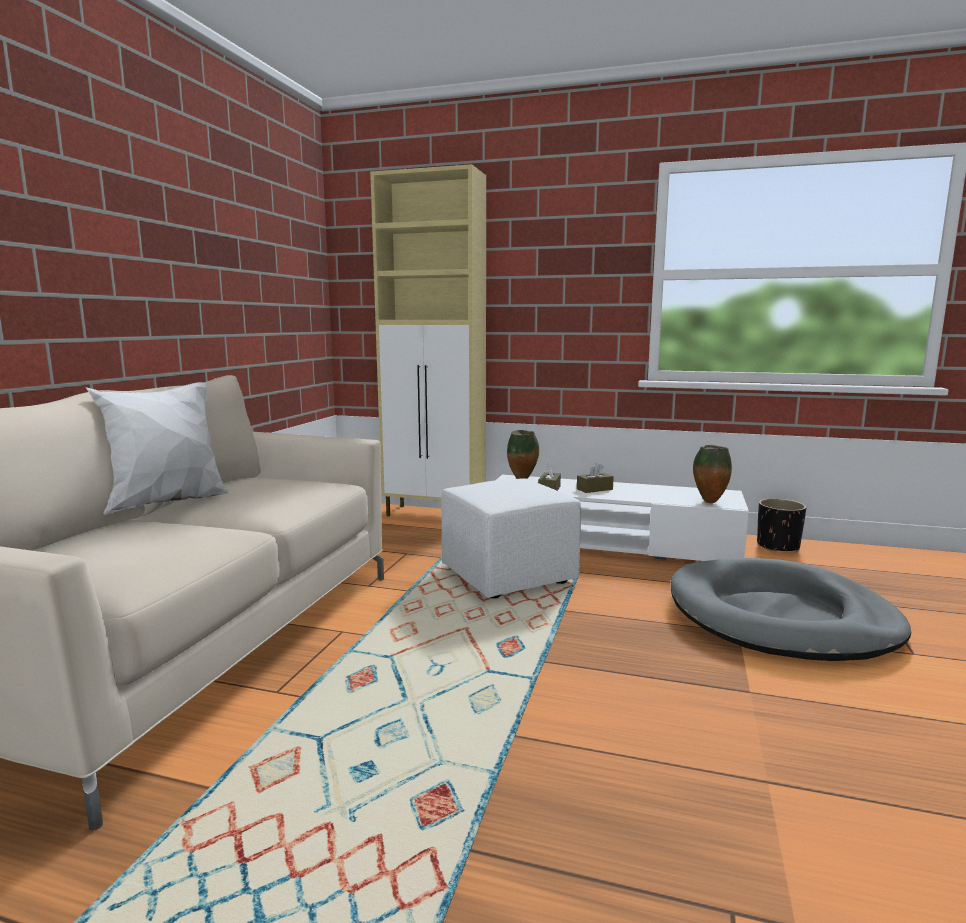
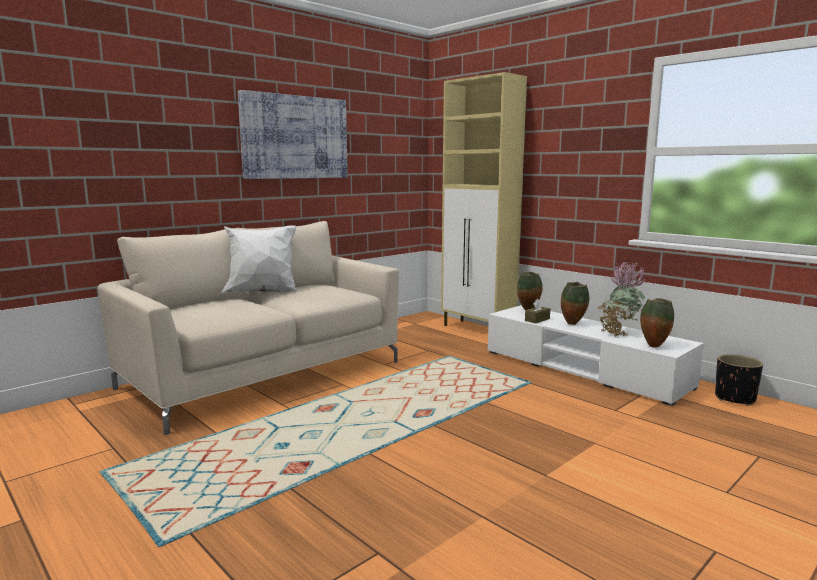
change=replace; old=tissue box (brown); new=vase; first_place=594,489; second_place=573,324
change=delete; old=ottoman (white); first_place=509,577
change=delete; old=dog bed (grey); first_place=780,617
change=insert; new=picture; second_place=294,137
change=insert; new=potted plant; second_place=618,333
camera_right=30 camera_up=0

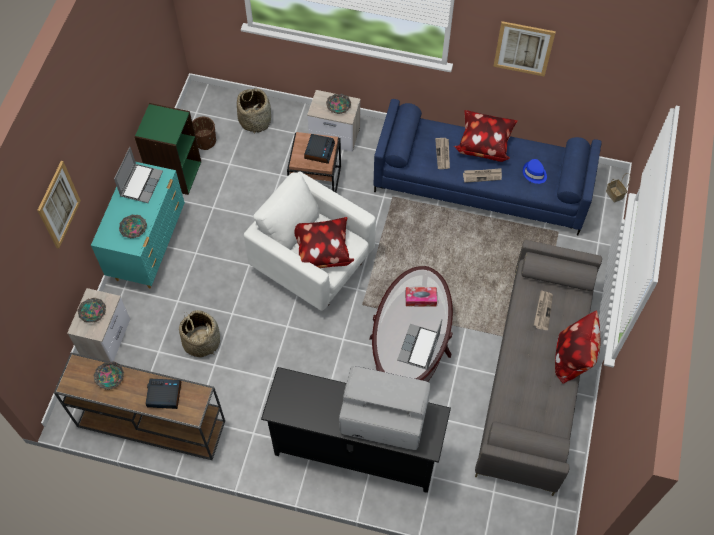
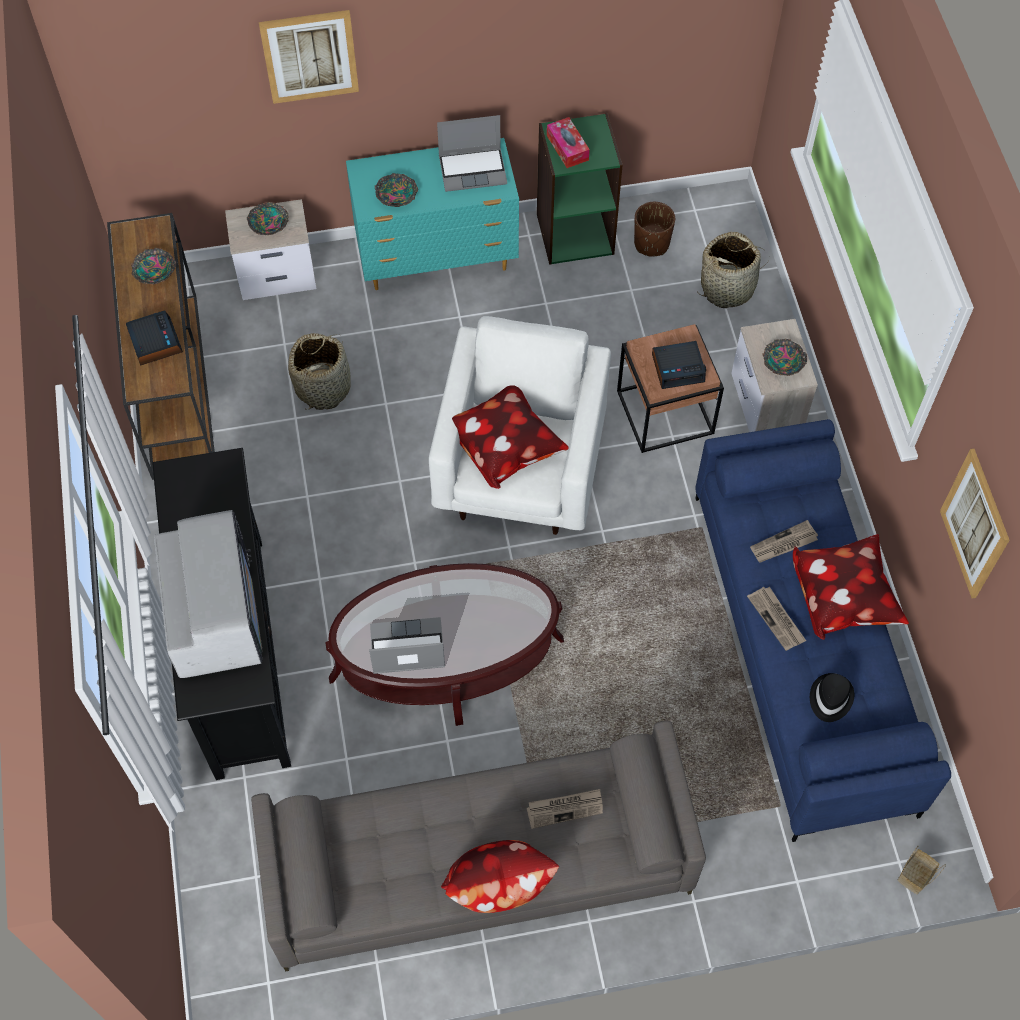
change=recolor; old=hat (blue); new=hat (black); first_place=534,173; second_place=830,698
change=move; old=tissue box; first_place=420,299; second_place=567,148
camera_right=65 camera_up=0

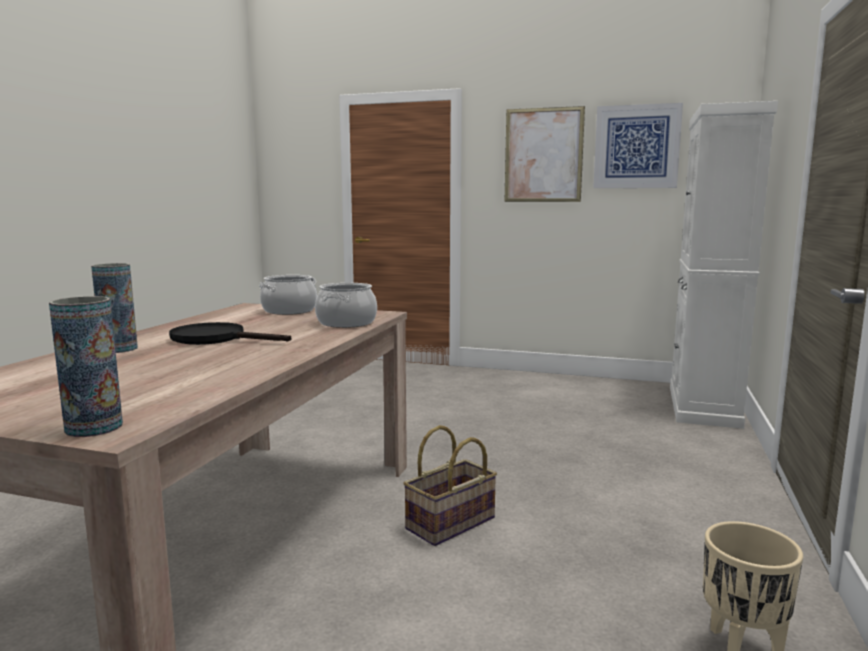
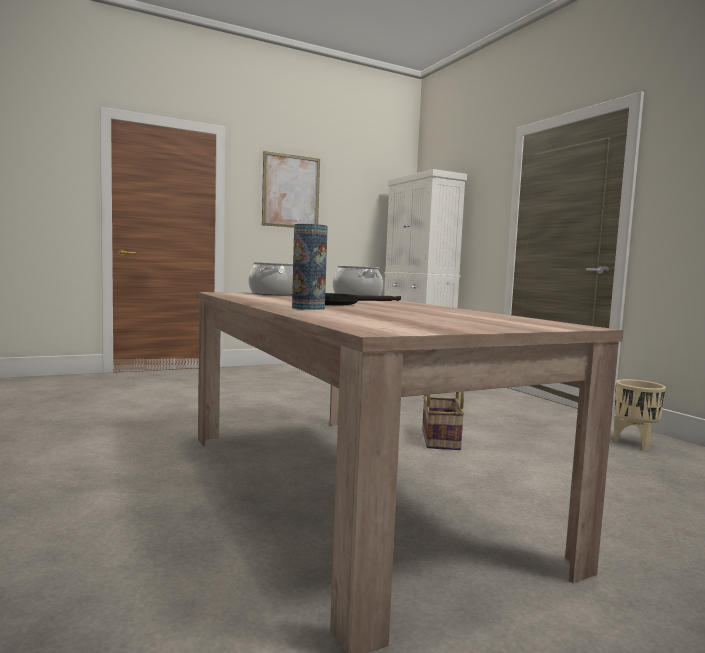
change=delete; old=picture; first_place=636,147
change=delete; old=vase; first_place=94,427
camera_right=-45 camera_up=-5

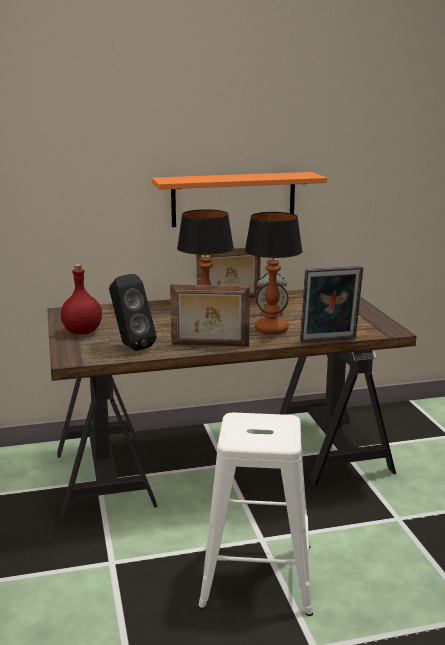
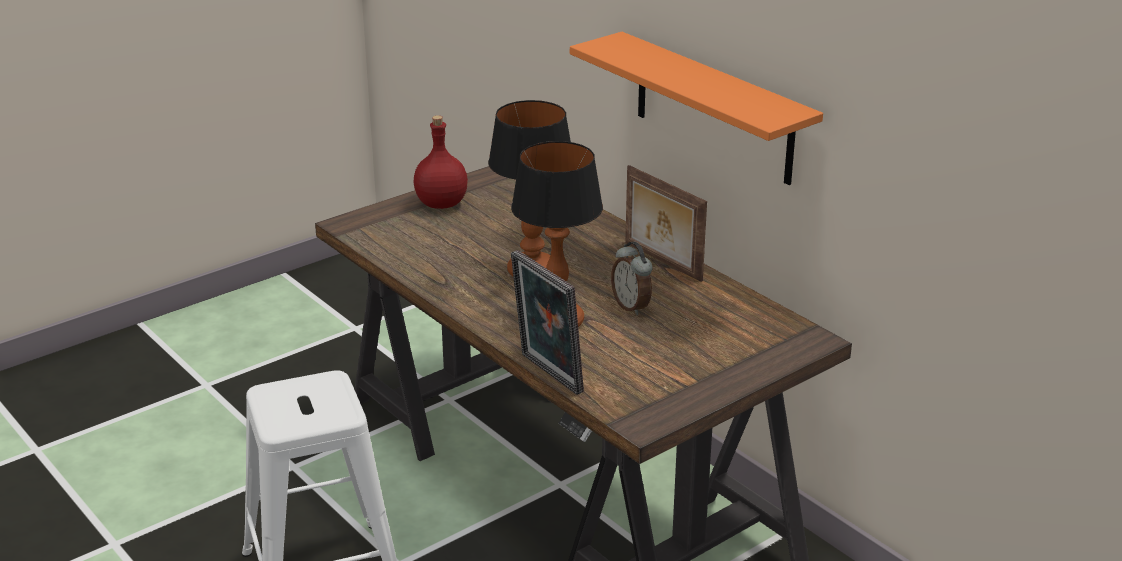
change=delete; old=speaker (black); first_place=130,346
change=delete; old=picture frame; first_place=210,345
camera_right=65 camera_up=10

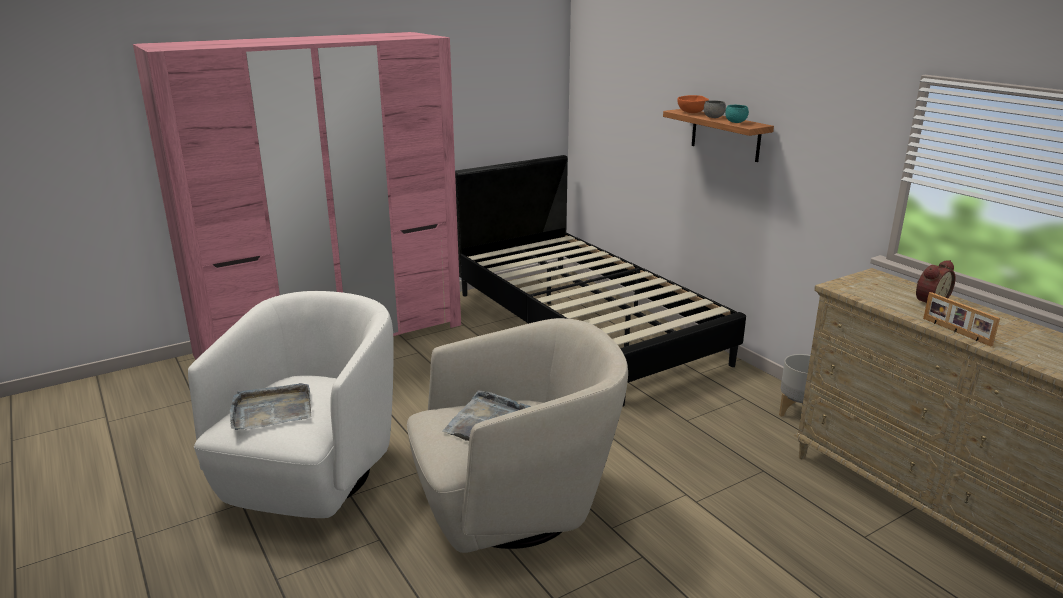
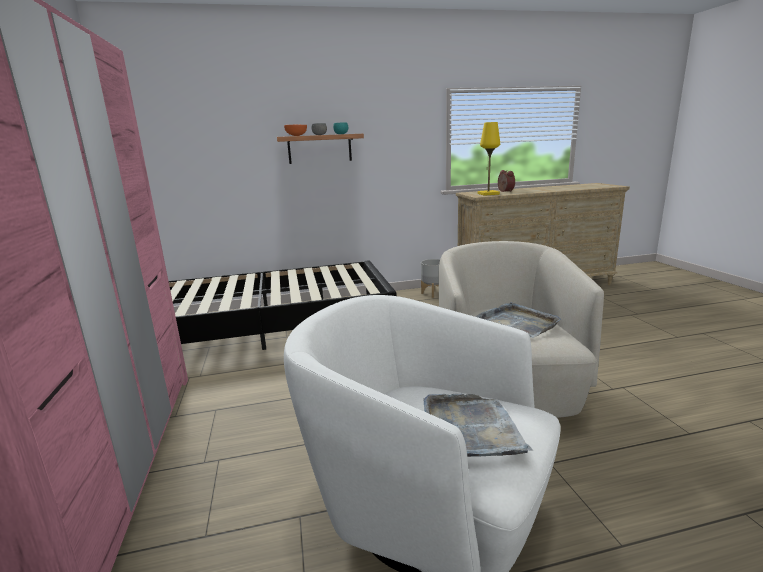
change=delete; old=picture frame; first_place=955,332
change=insert; new=table lamp (yellow); second_place=488,194
camera_right=-70 camera_up=-5

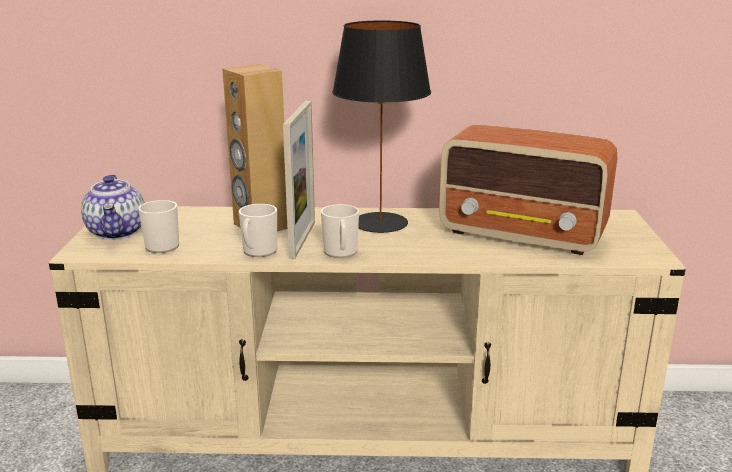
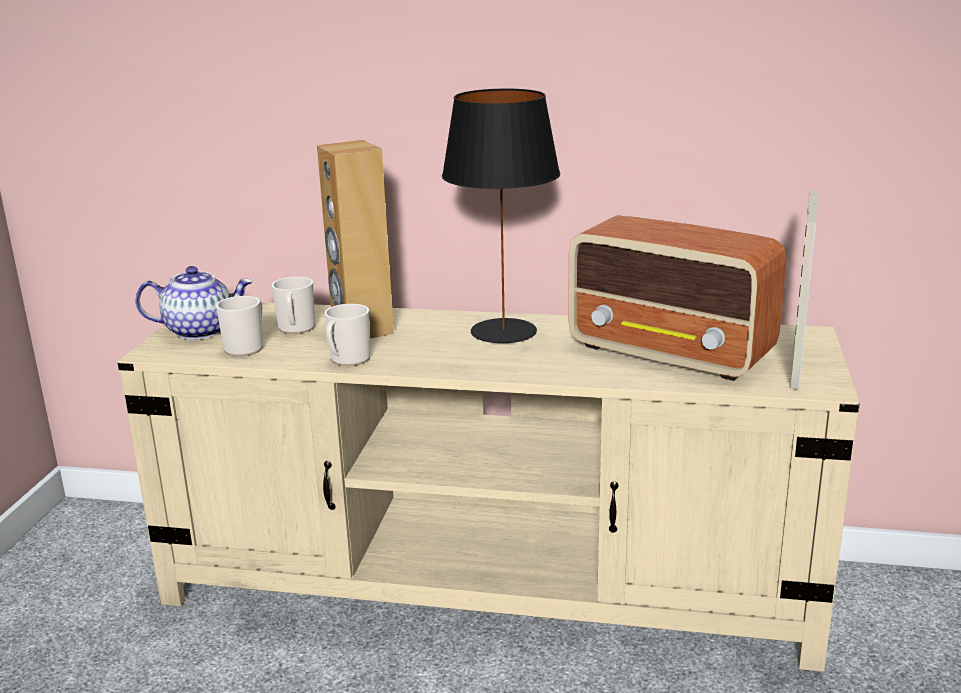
change=move; old=picture frame; first_place=302,239; second_place=796,365
change=rotate; old=teapot; first_place=118,232; second_place=200,330; degrees=-90
change=move; old=mug; first_place=341,253; second_place=296,329
camera_right=10 camera_up=0

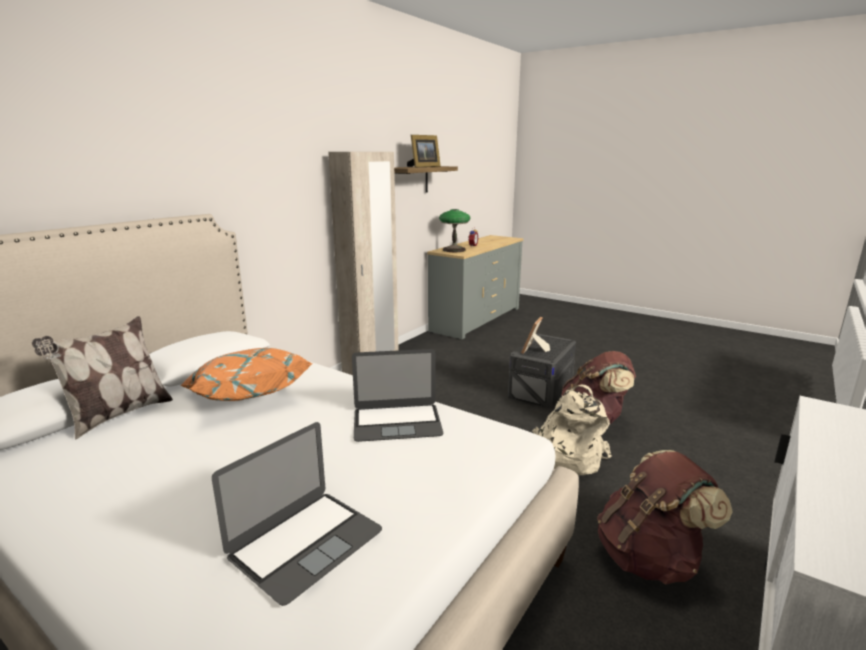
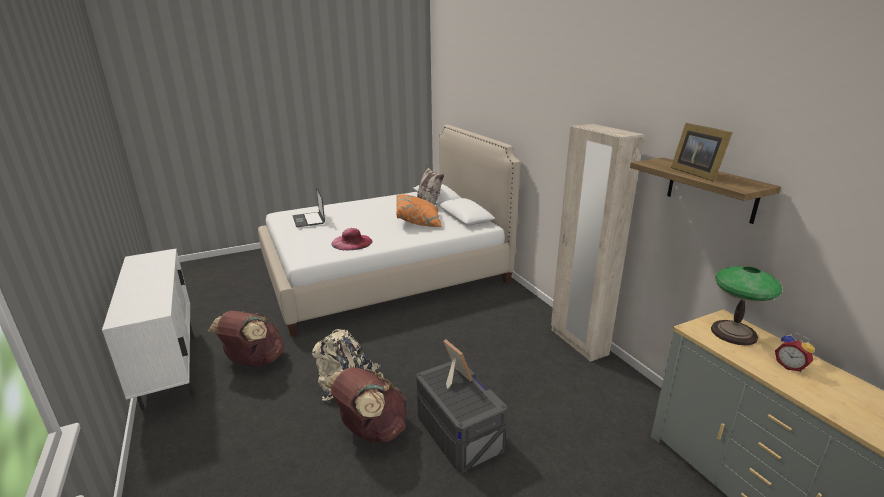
change=replace; old=laptop; new=hat (pink); first_place=397,422; second_place=352,242
camera_right=120 camera_up=5

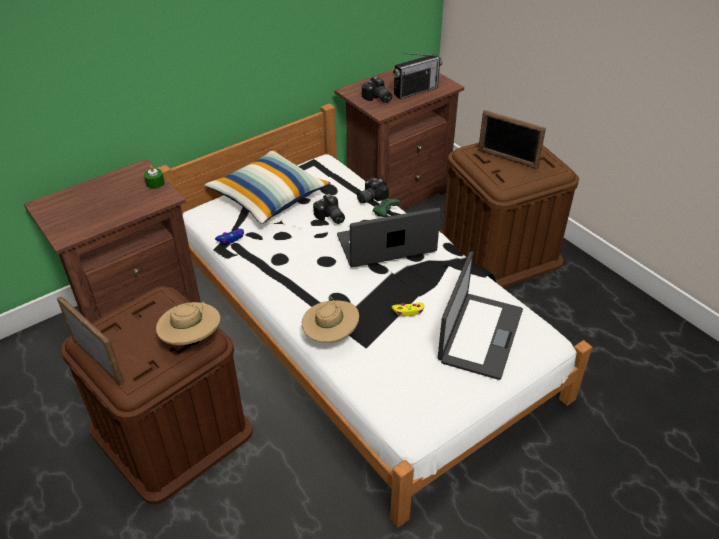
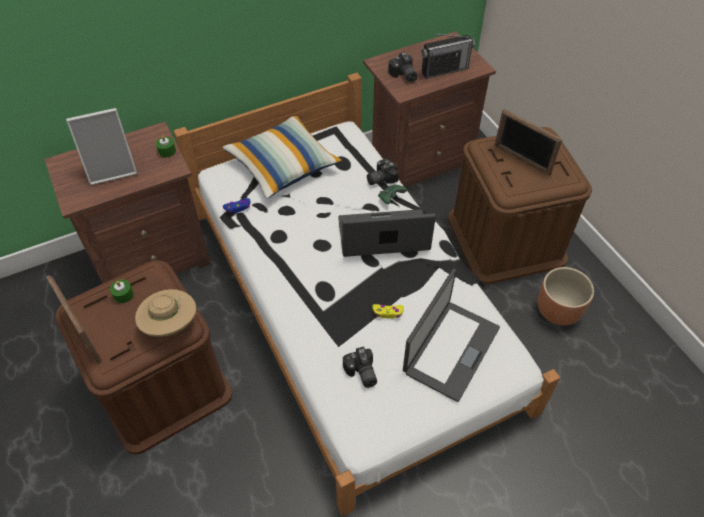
change=move; old=photo camera; first_place=330,217; second_place=361,373
change=delete; old=hat (beige); first_place=330,335
change=insert; new=picture frame; second_place=112,168
change=insert; new=planter (brown); second_place=558,311
change=insert; new=candle (green); second_place=123,295
camera_right=10 camera_up=10

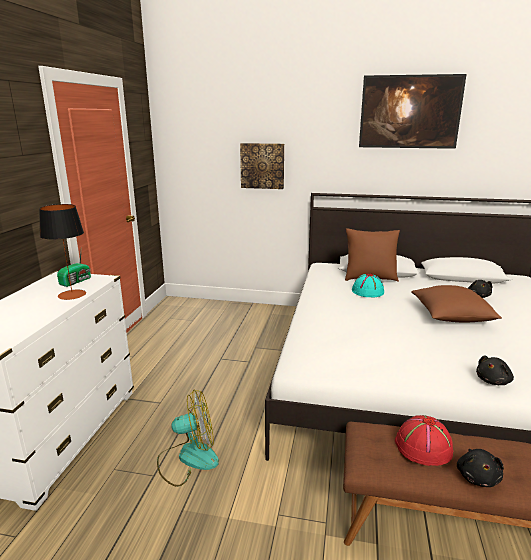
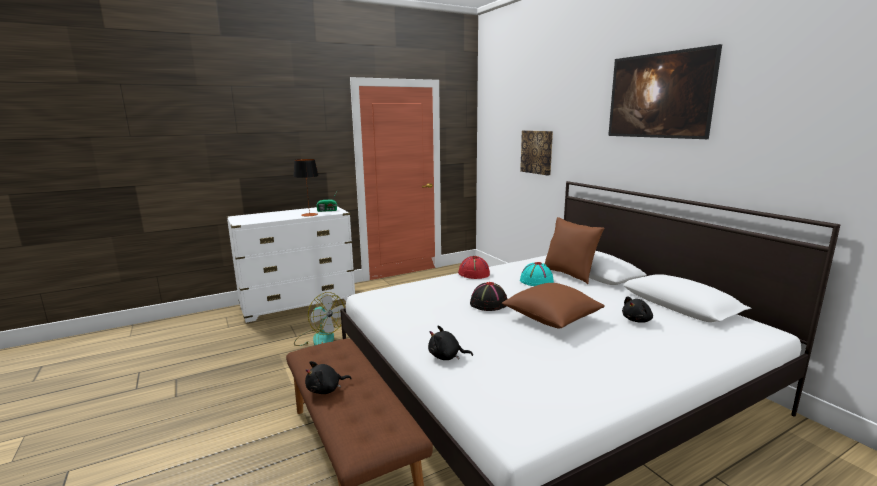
change=move; old=hat (red); first_place=423,447; second_place=473,274
change=insert; new=hat (black); second_place=488,304
camera_right=50 camera_up=-5

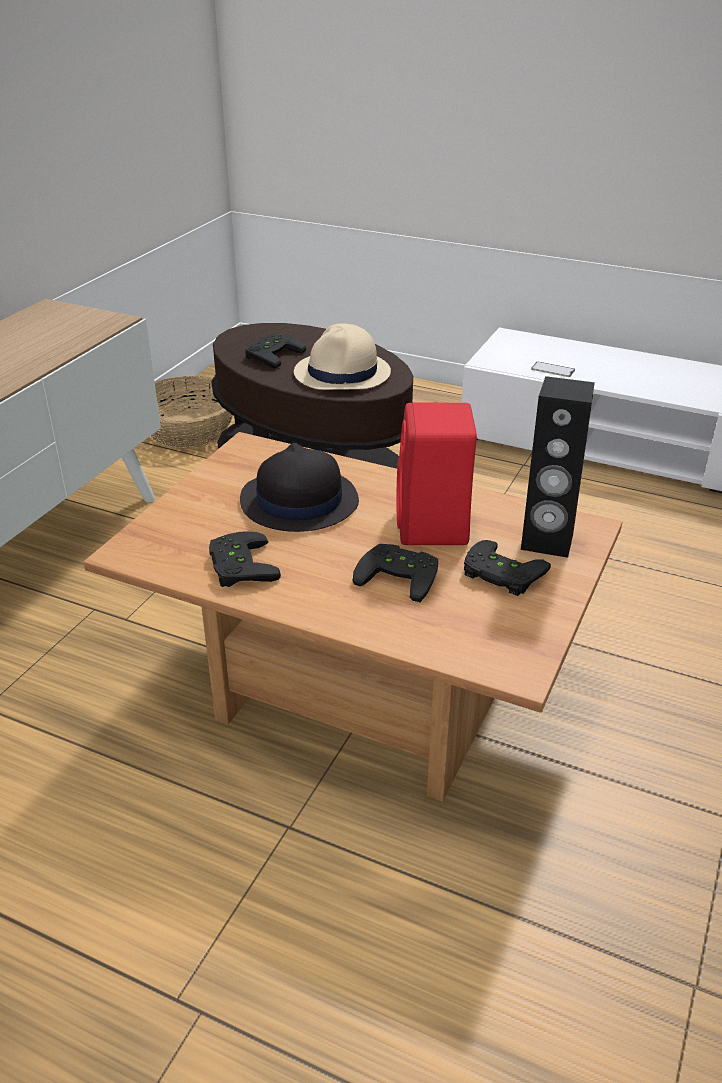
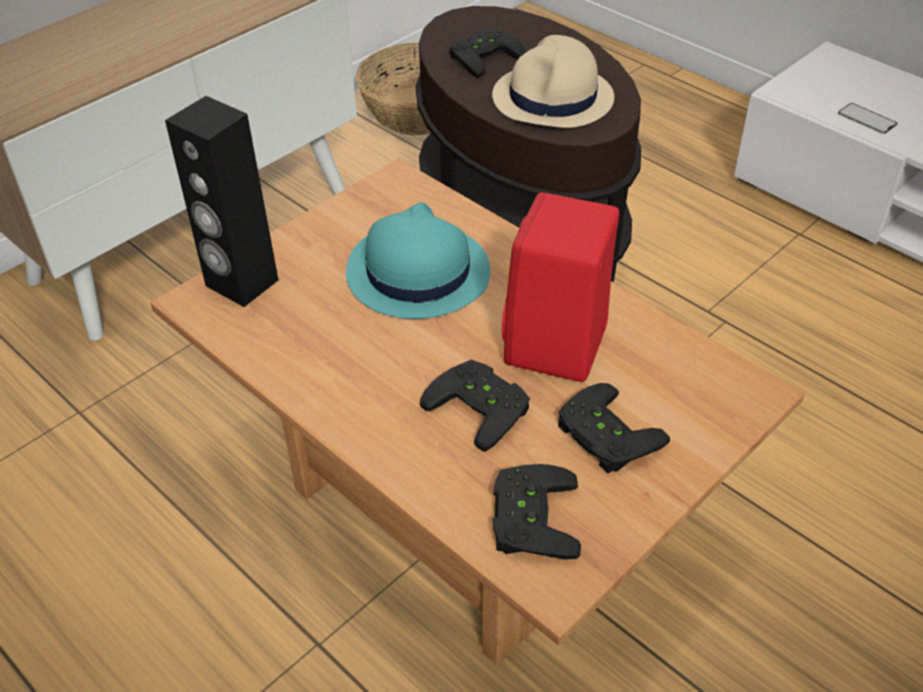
change=move; old=speaker (black); first_place=547,542; second_place=241,283
change=recolor; old=hat (black); new=hat (turquoise); first_place=298,501; second_place=417,273
change=move; old=game controller (black); first_place=237,566; second_place=527,517
camera_right=20 camera_up=10

